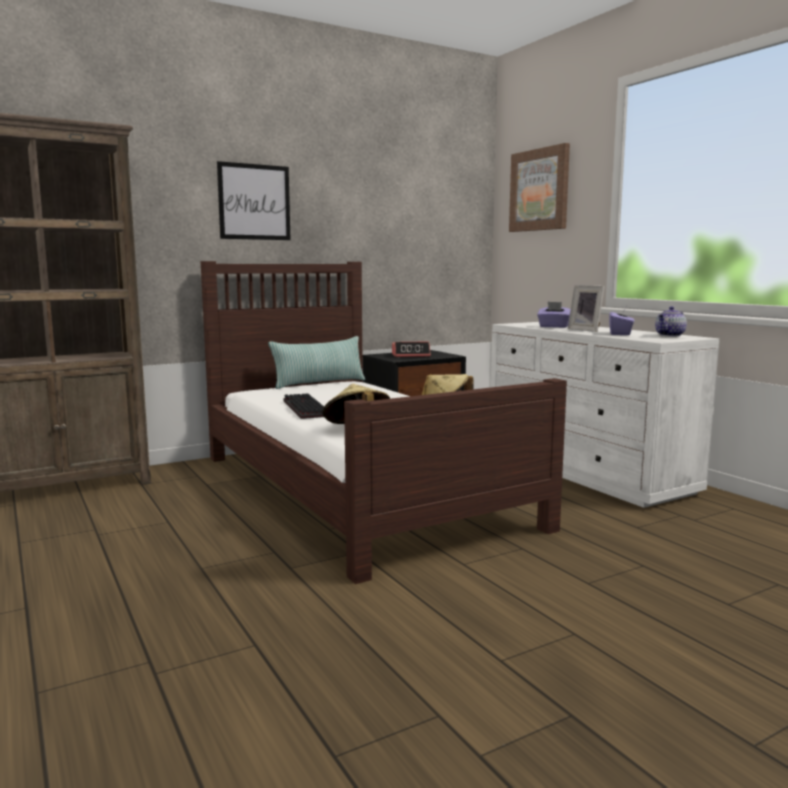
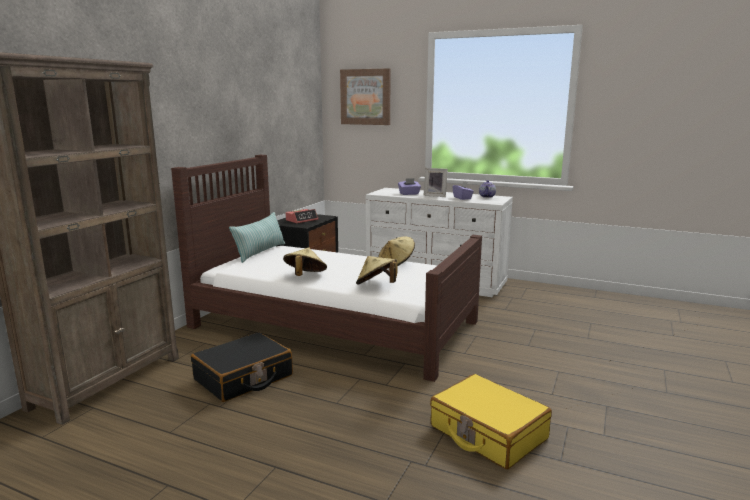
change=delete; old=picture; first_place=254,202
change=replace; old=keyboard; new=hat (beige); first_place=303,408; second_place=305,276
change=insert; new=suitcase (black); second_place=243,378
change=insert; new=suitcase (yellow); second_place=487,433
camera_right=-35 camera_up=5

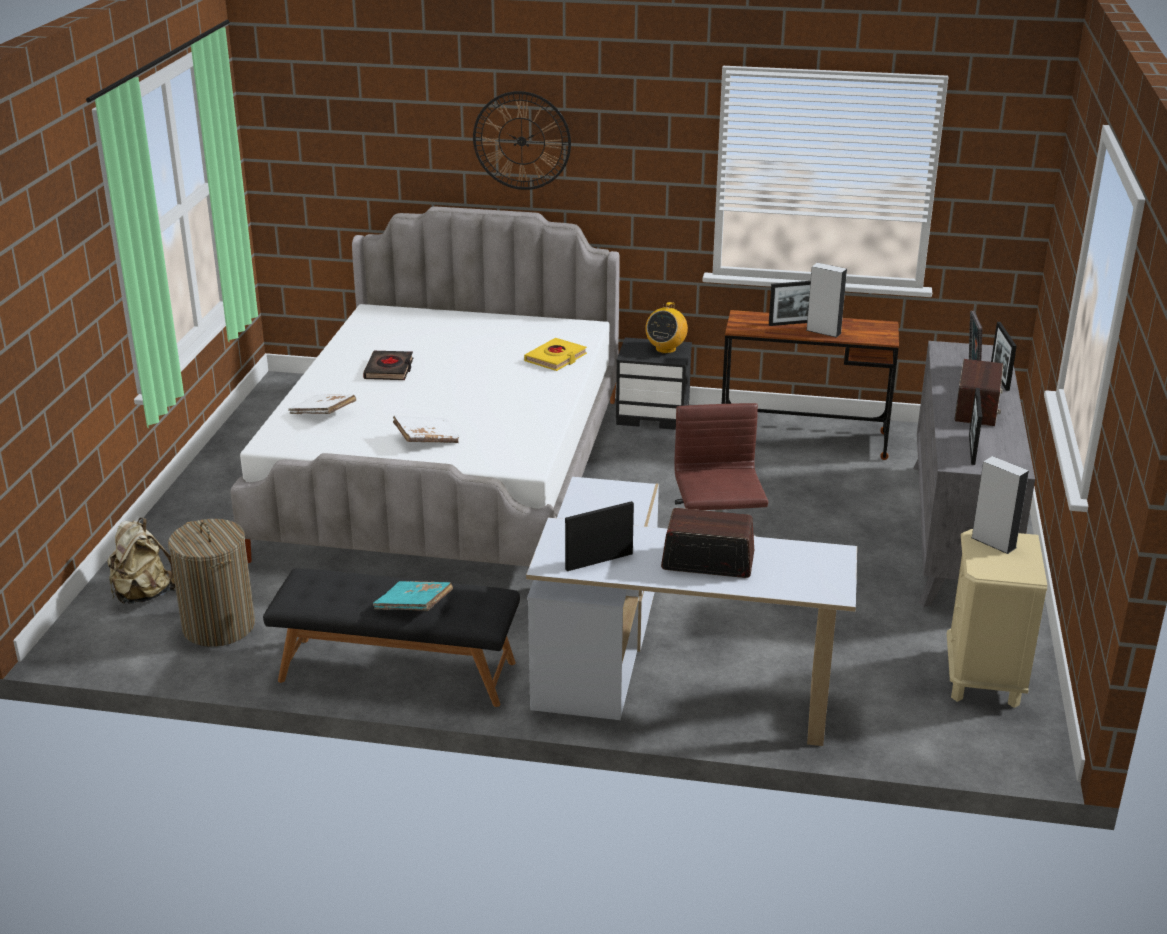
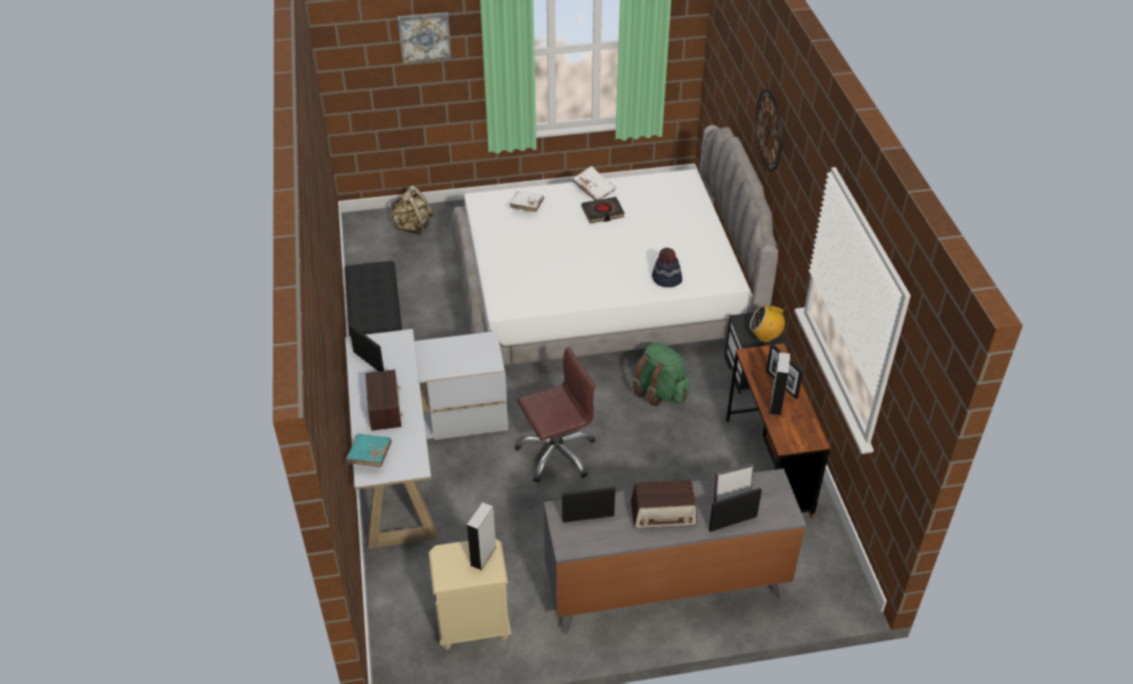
change=replace; old=book (yellow); new=hat; first_place=556,358; second_place=666,279
change=move; old=book (white); first_place=426,439; second_place=594,189
change=delete; old=laundry basket; first_place=218,626
change=move; old=book (turquoise); first_place=414,606; second_place=369,456
change=insert; new=picture; second_place=424,36
change=insert; new=backpack (green); second_place=659,392
camera_right=70 camera_up=15

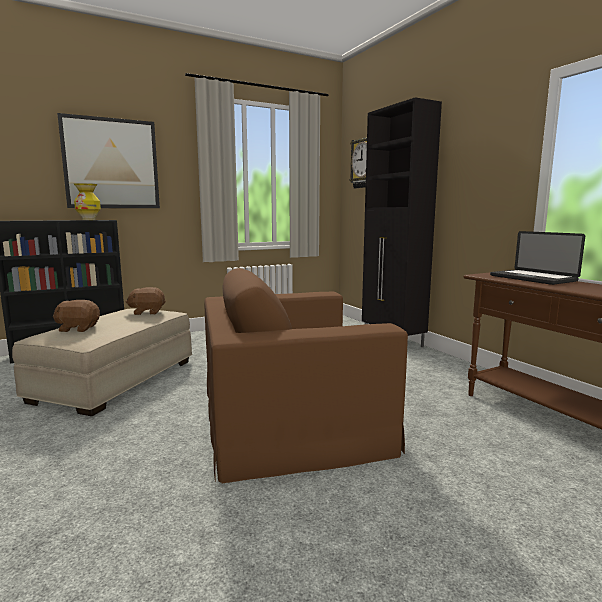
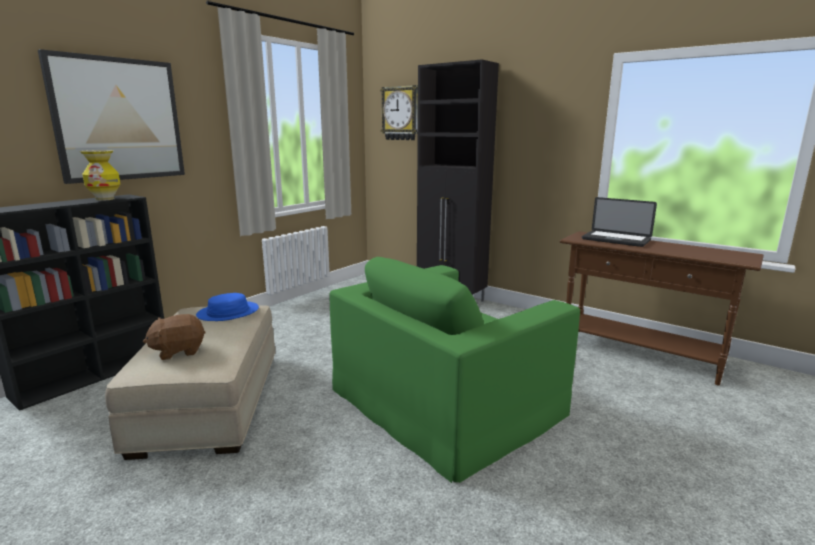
change=recolor; old=armchair (brown); new=armchair (green); first_place=290,417; second_place=446,400
change=replace; old=plush toy (brown); new=hat (blue); first_place=147,312; second_place=228,312
camera_right=-25 camera_up=5

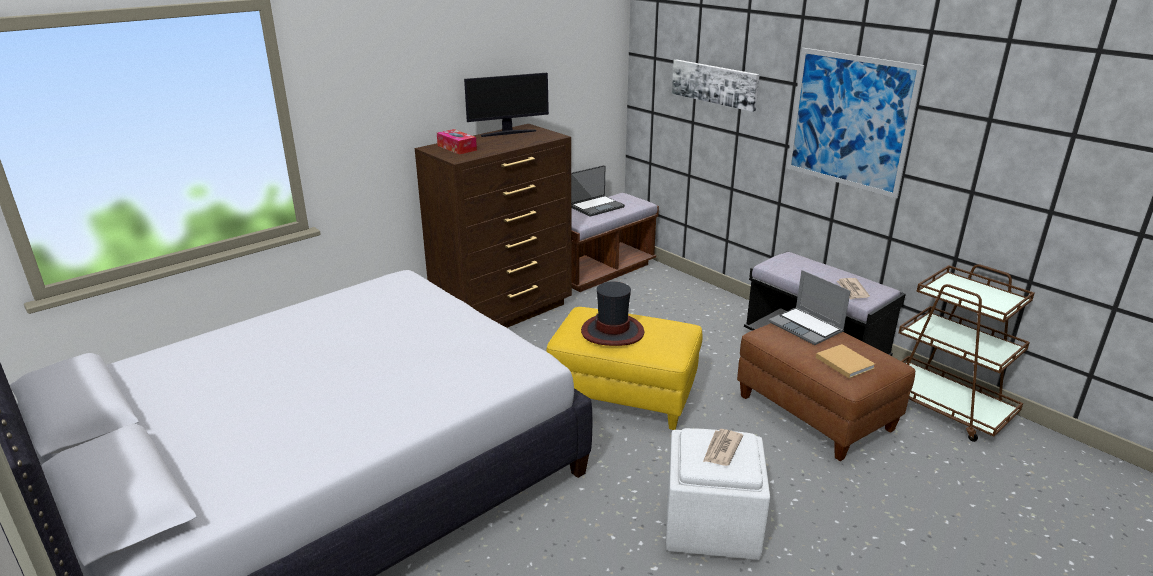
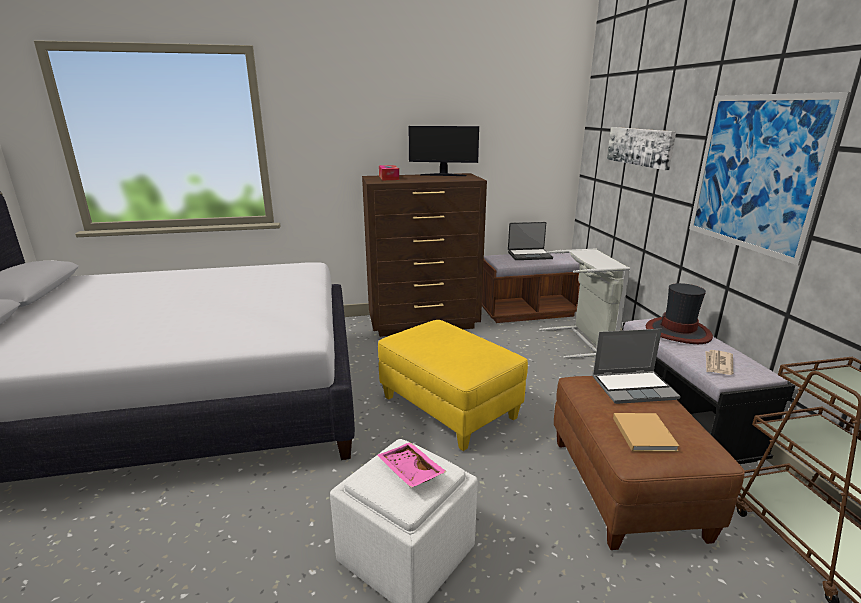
change=rotate; old=laptop; first_place=807,327; second_place=634,387; degrees=-90
change=move; old=hat; first_place=613,331; second_place=678,332
change=replace; old=newspaper; new=tray (pink); first_place=721,449; second_place=409,472
change=insert; new=laundry basket (grey); second_place=583,341
camera_right=30 camera_up=-5

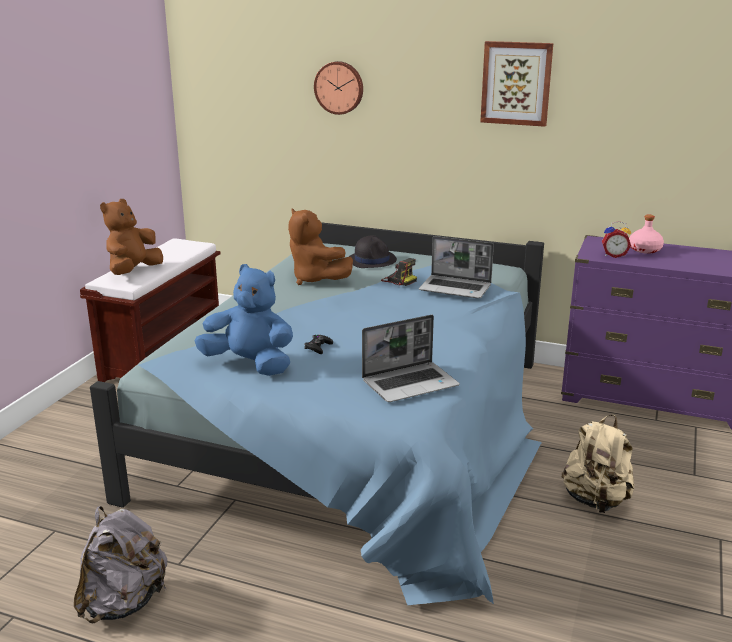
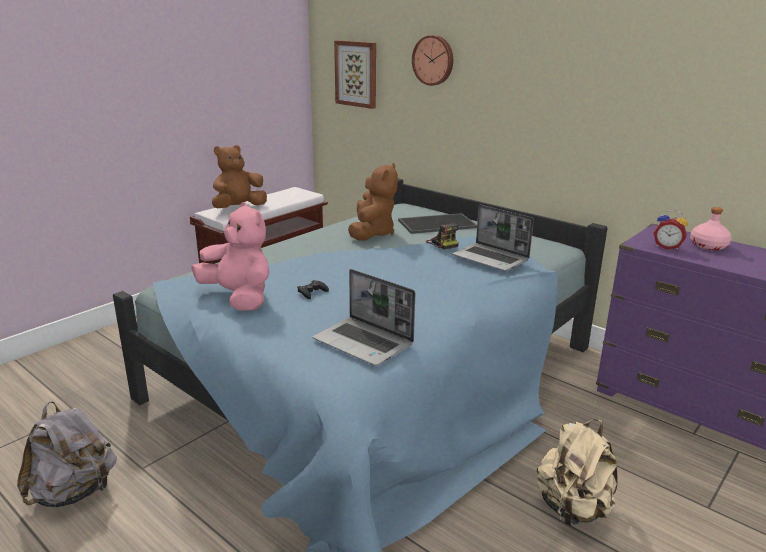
change=move; old=picture; first_place=516,83; second_place=356,74
change=rotate; old=plush toy (brown); first_place=316,279; second_place=372,233; degrees=-150
change=replace; old=hat (black); new=tray; first_place=372,260; second_place=437,223
change=recolor; old=plush toy (blue); new=plush toy (pink); first_place=250,364; second_place=239,298
change=rotate; old=laptop; first_place=410,383; second_place=364,342; degrees=45
camera_right=20 camera_up=0

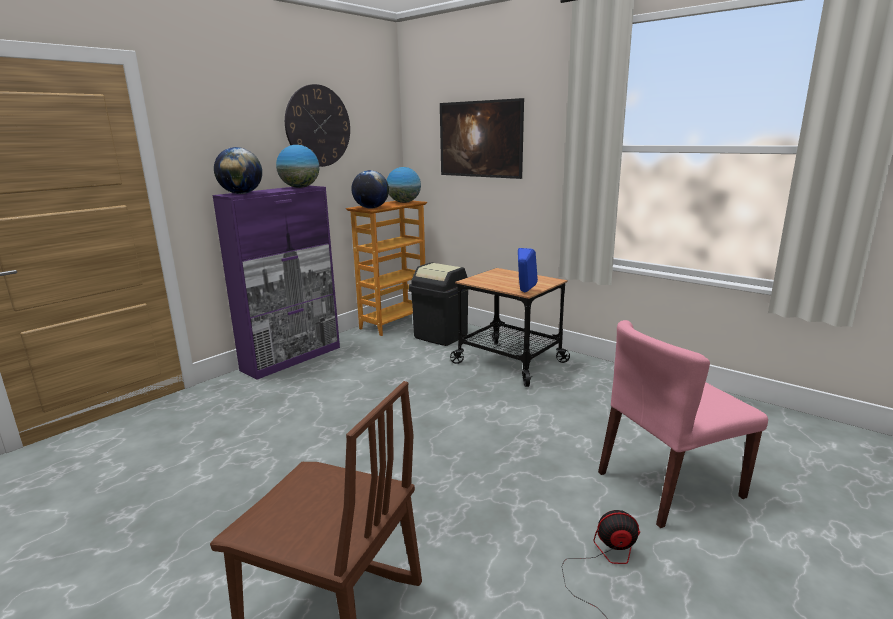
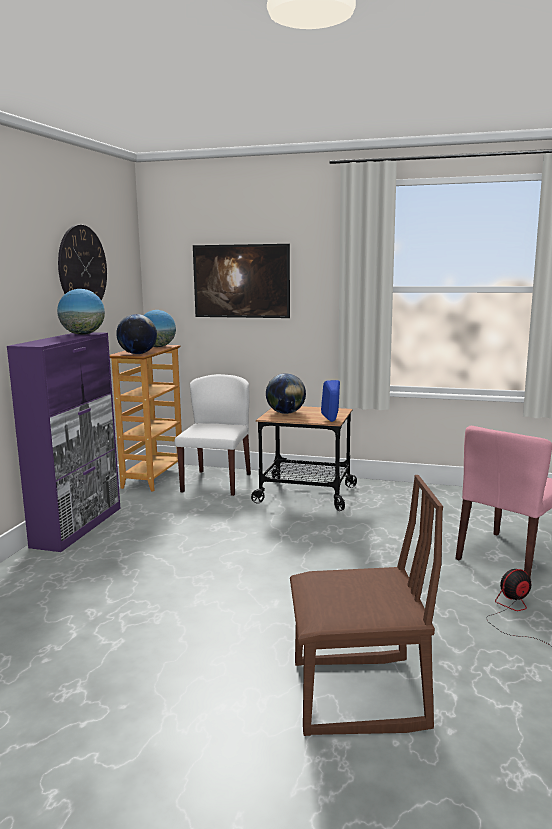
change=move; old=globe; first_place=241,193; second_place=285,413
change=replace; old=trash can (black); new=chair (white); first_place=441,336; second_place=216,482
camera_right=-25 camera_up=-5

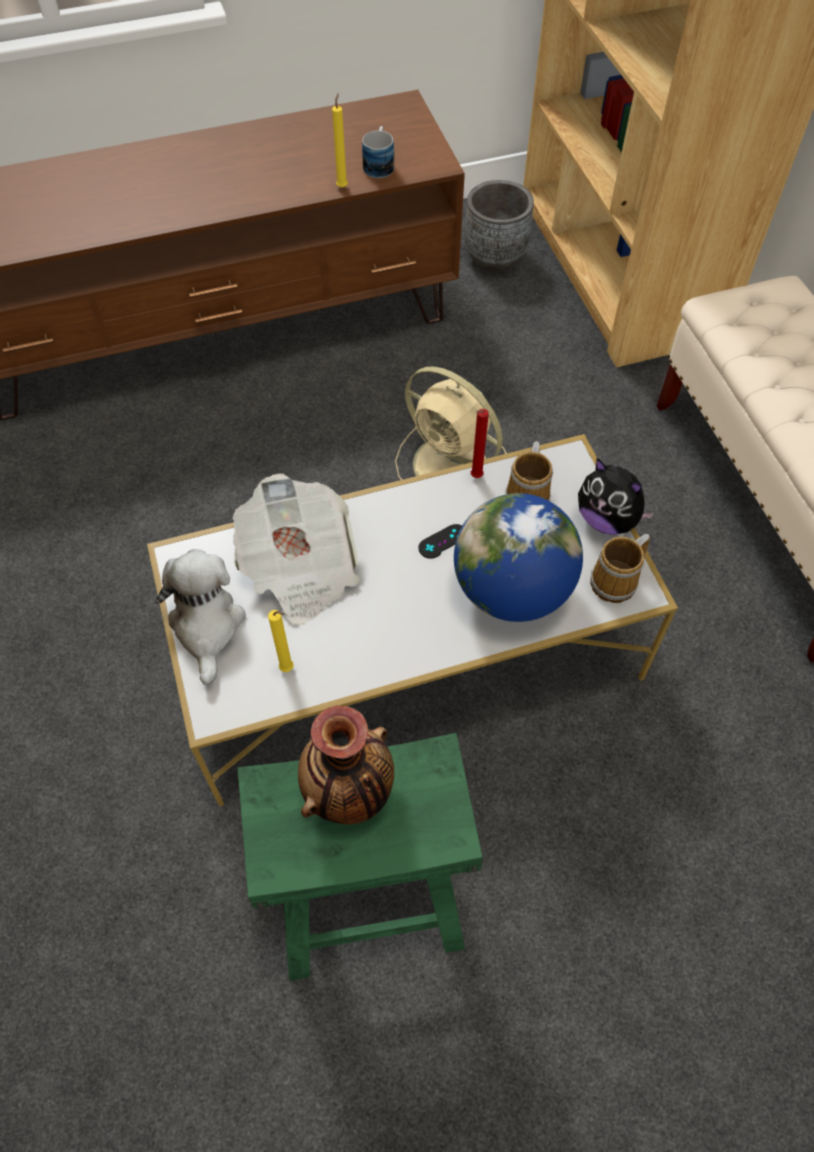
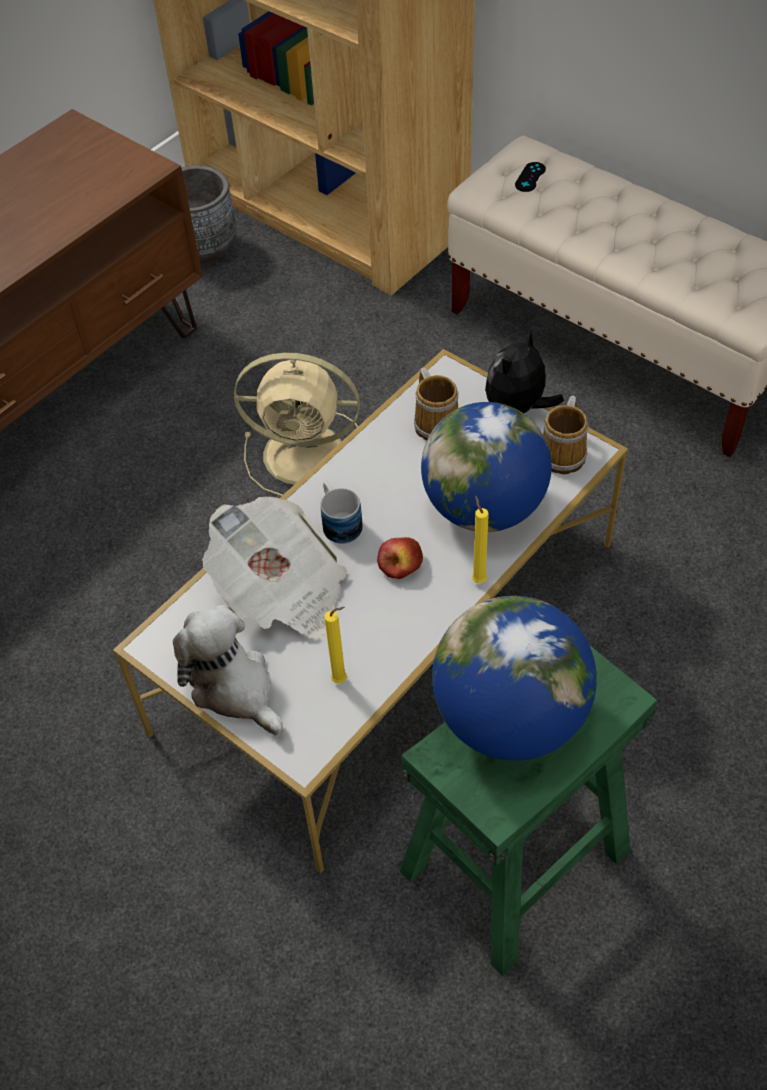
change=move; old=candle (yellow); first_place=342,186; second_place=478,579
change=move; old=mug; first_place=379,164; second_place=338,522
change=delete; old=candle (red); first_place=475,477
change=rotate; old=plush toy; first_place=607,519; second_place=518,408; degrees=120
change=move; old=game controller (black); first_place=443,541; second_place=530,177
change=replace; old=vase; new=globe; first_place=349,791; second_place=510,718
change=insert; new=apple; second_place=400,564
camera_right=-30 camera_up=-5

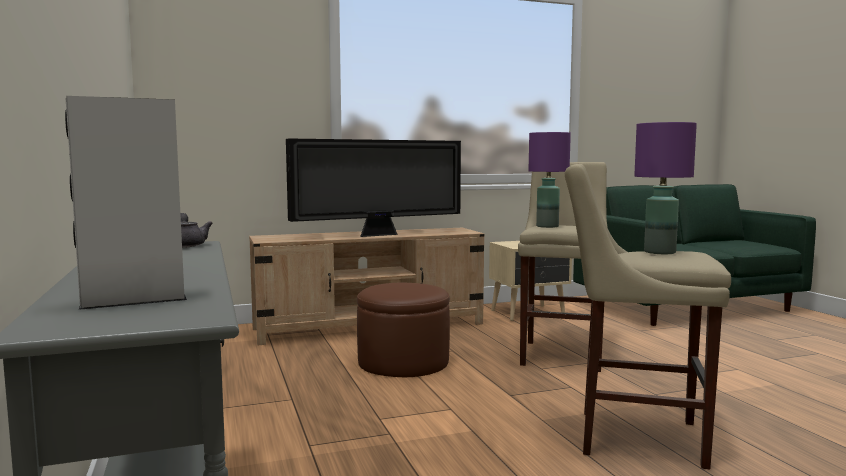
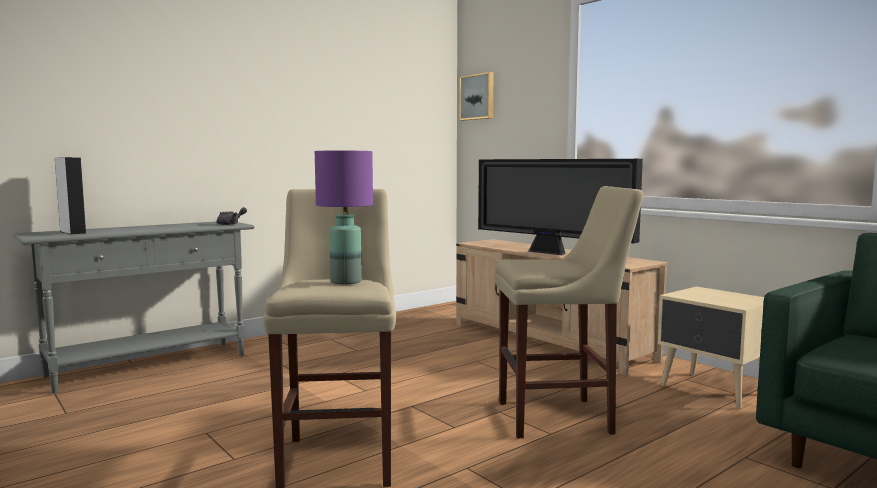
change=delete; old=table lamp (purple); first_place=546,226
change=delete; old=ottoman (brown); first_place=403,362
change=insert; new=picture; second_place=478,97
camera_right=70 camera_up=0

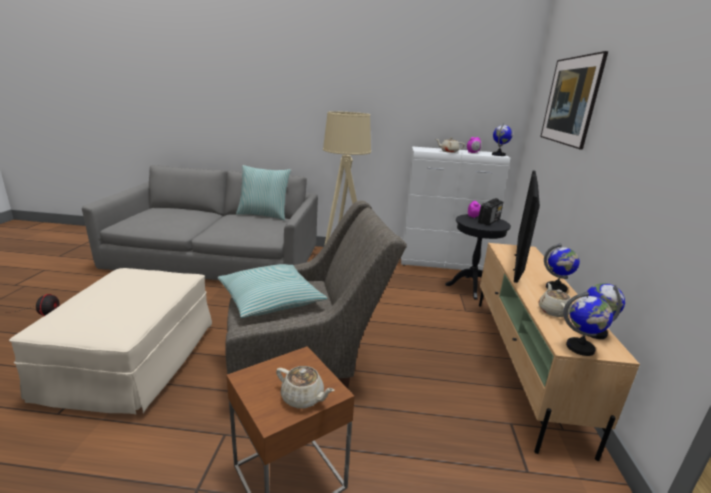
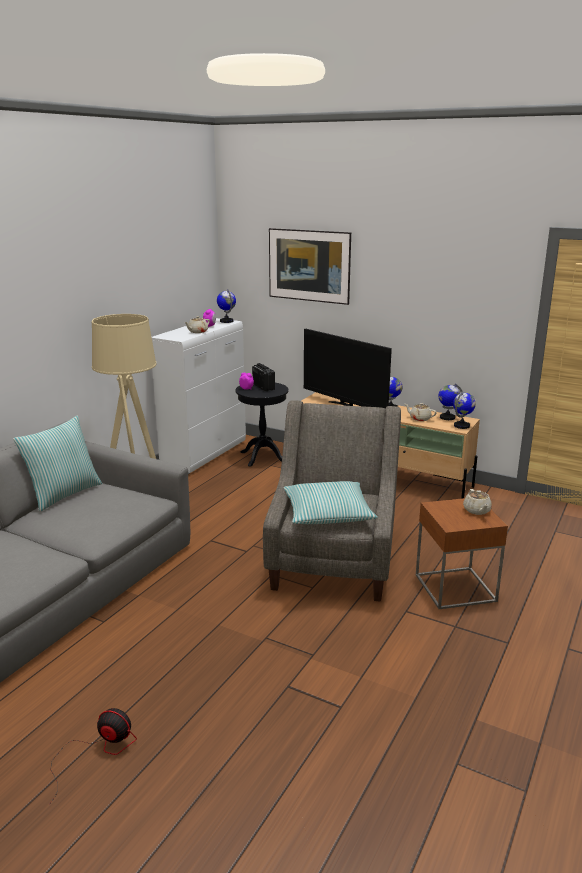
change=delete; old=ottoman (beige); first_place=132,361
change=rotate; old=teapot (beige); first_place=303,398; second_place=477,511; degrees=120
camera_right=-65 camera_up=0

